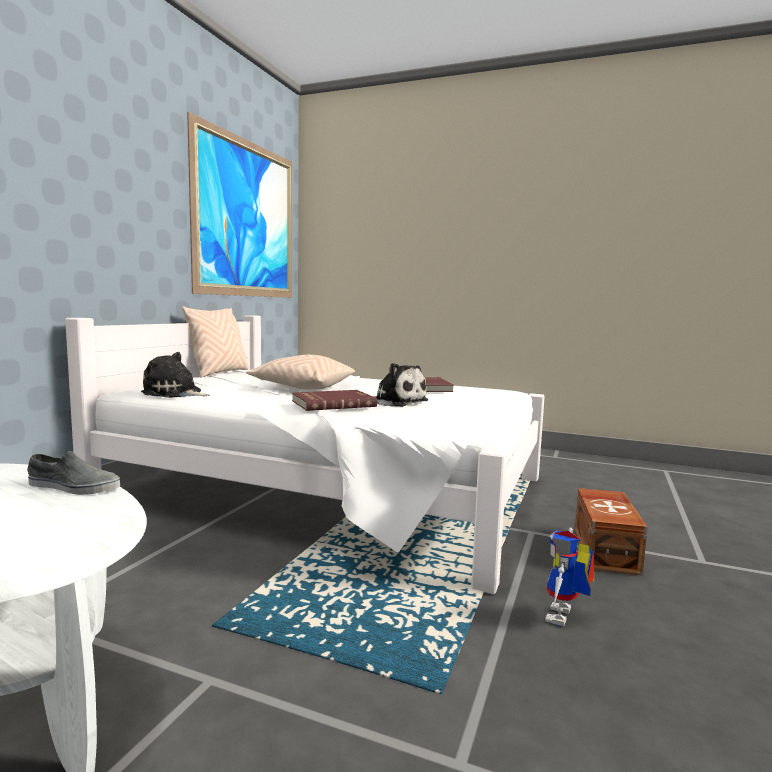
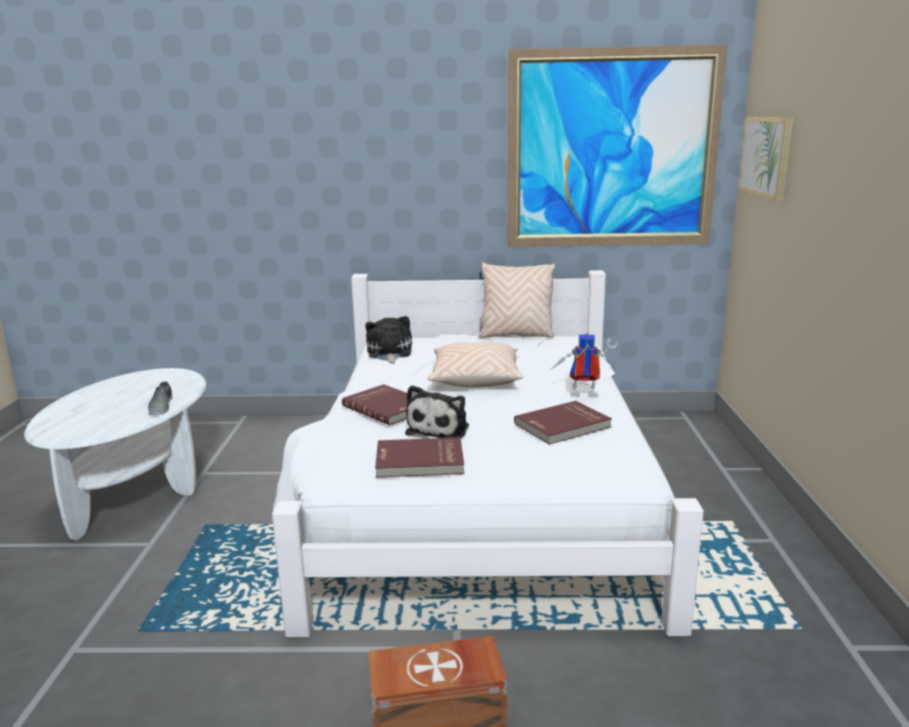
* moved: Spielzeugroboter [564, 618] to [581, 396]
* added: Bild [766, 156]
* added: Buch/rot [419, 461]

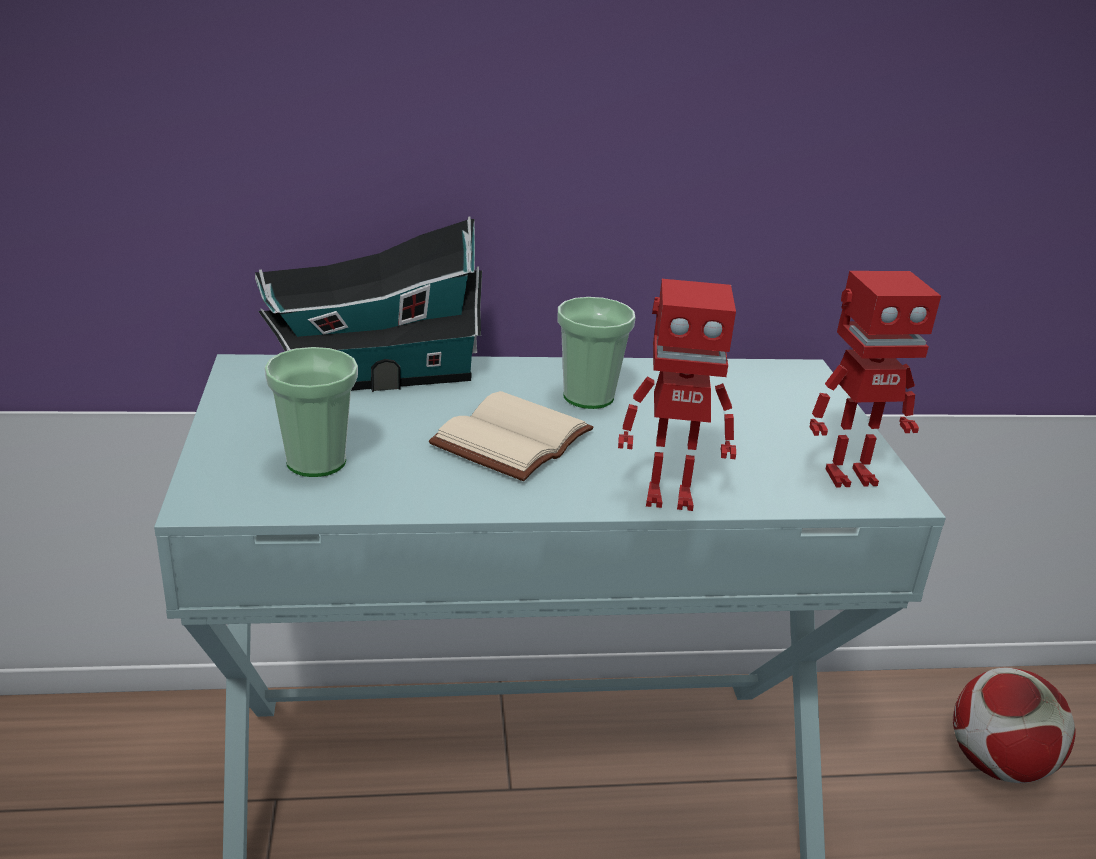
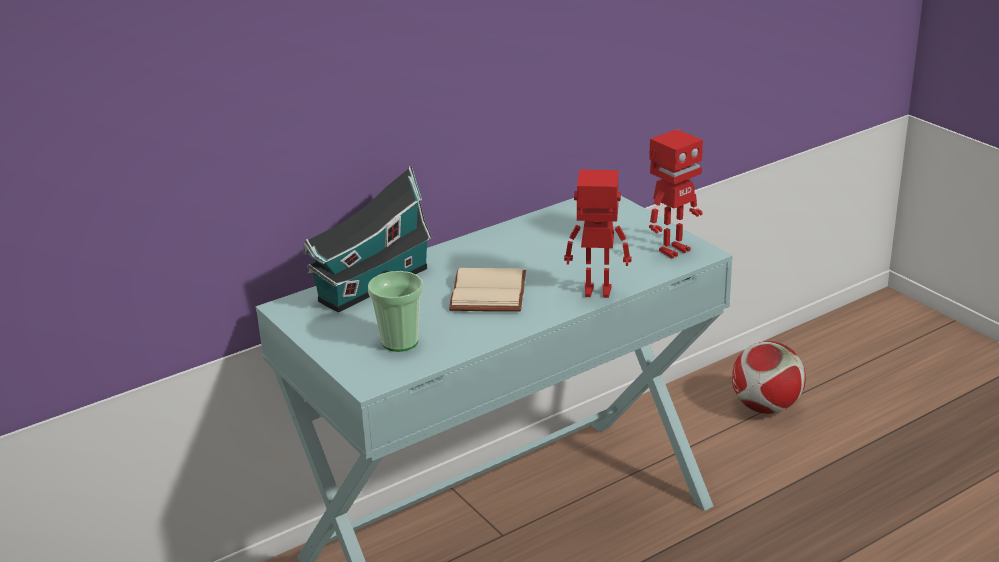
* turned: Spielzeugroboter [668, 497] = [597, 293] 150 degrees counterclockwise
* removed: Tasse [588, 397]

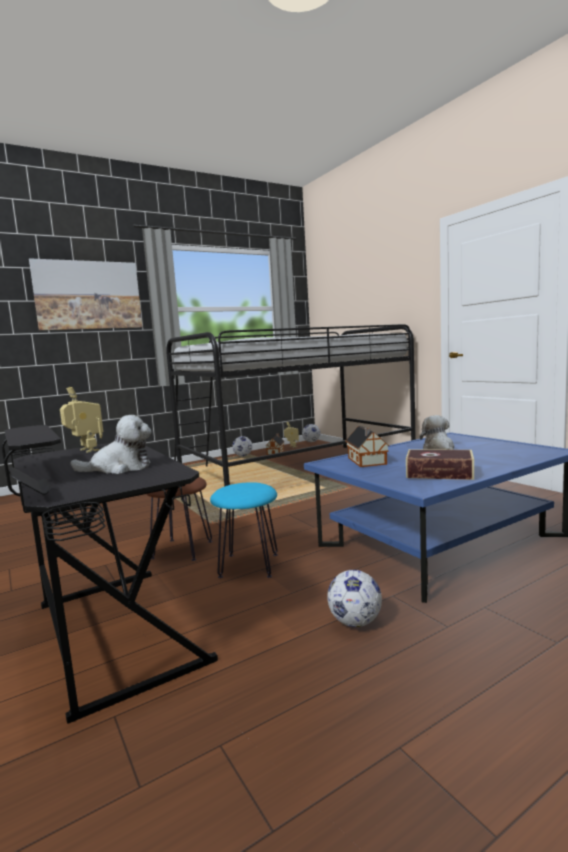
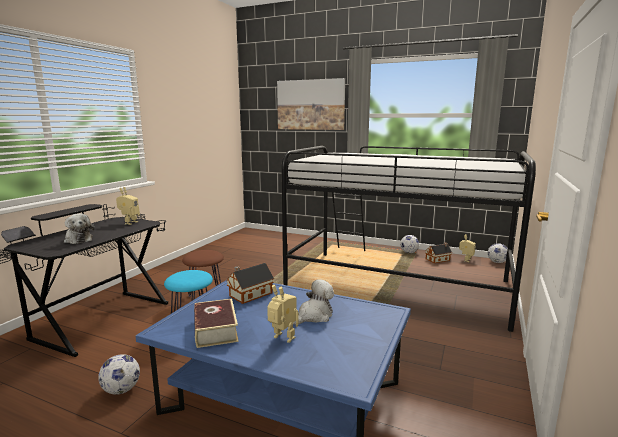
* added: Spielzeugroboter [282, 339]

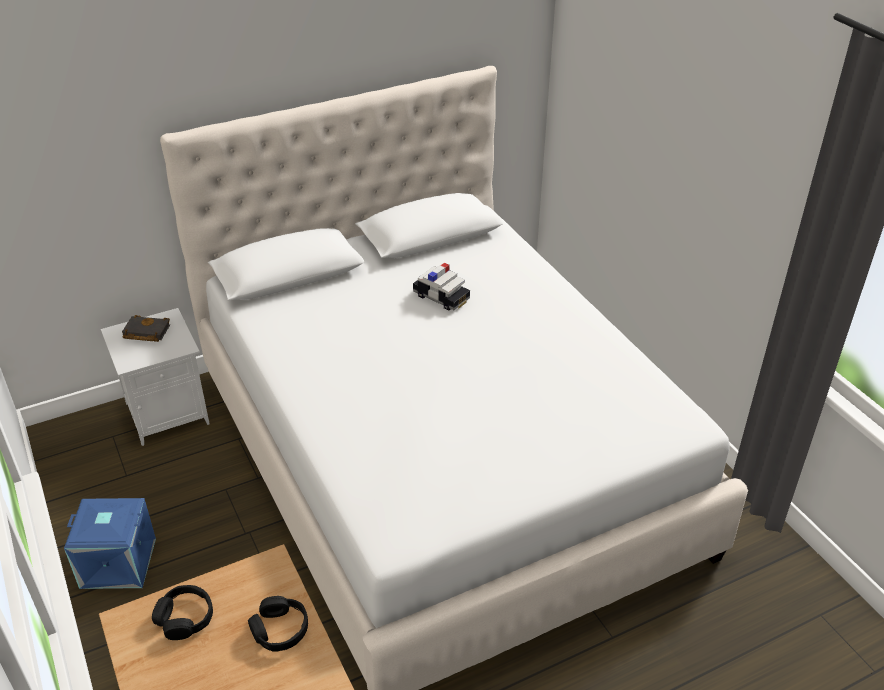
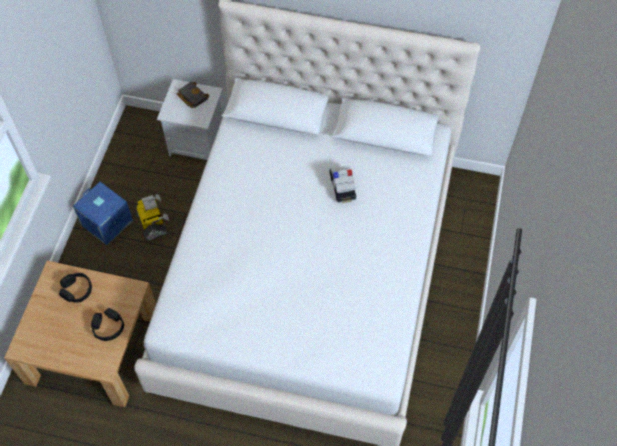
* added: Spielzeugroboter [153, 223]

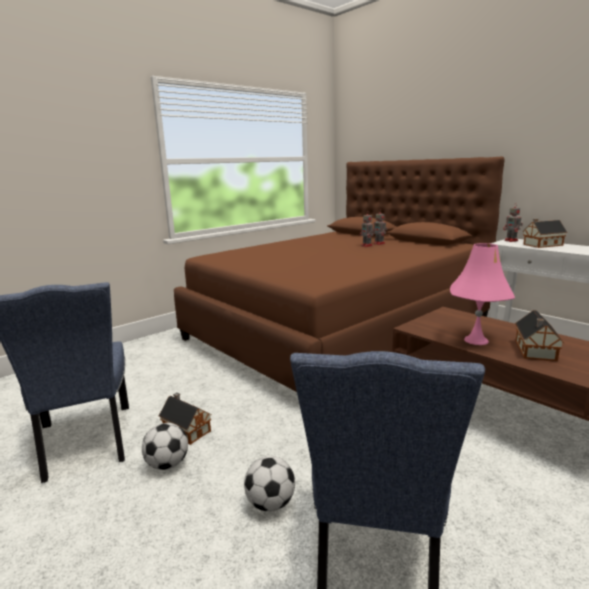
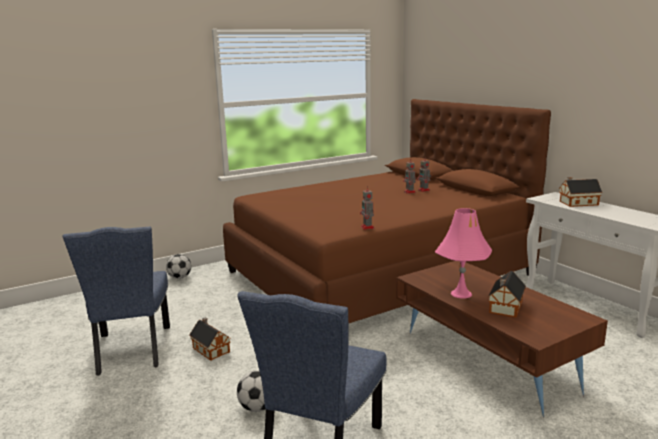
* moved: Spielzeugroboter [511, 240] to [367, 228]
* moved: Fußball [167, 464] to [180, 277]

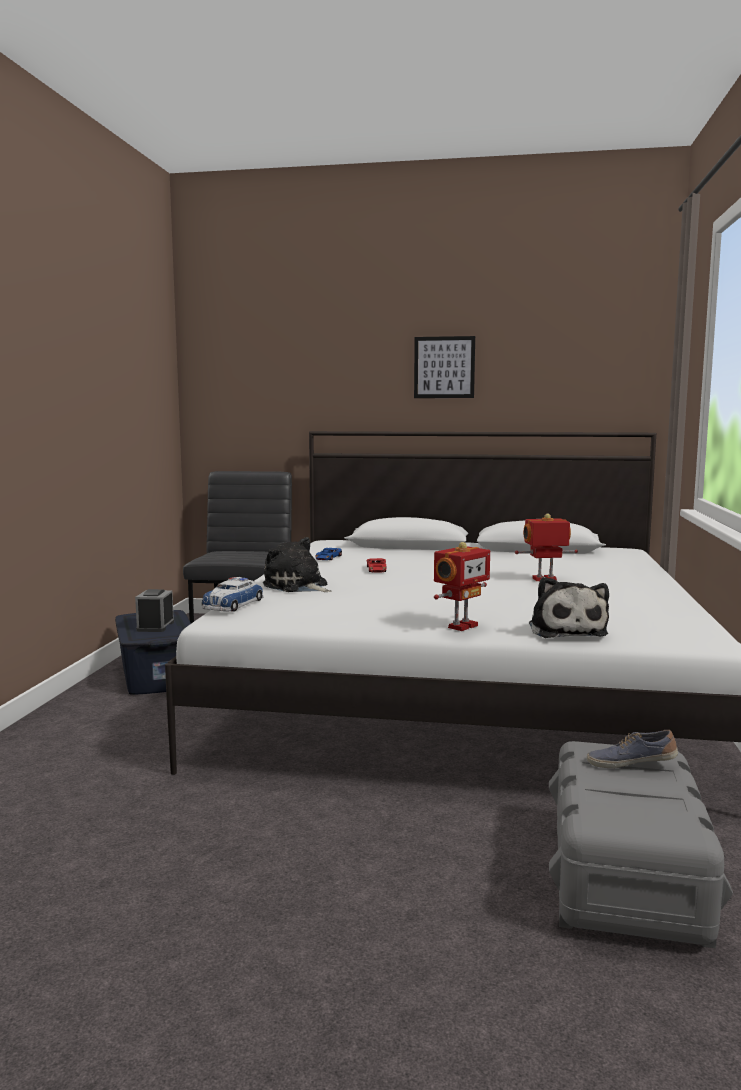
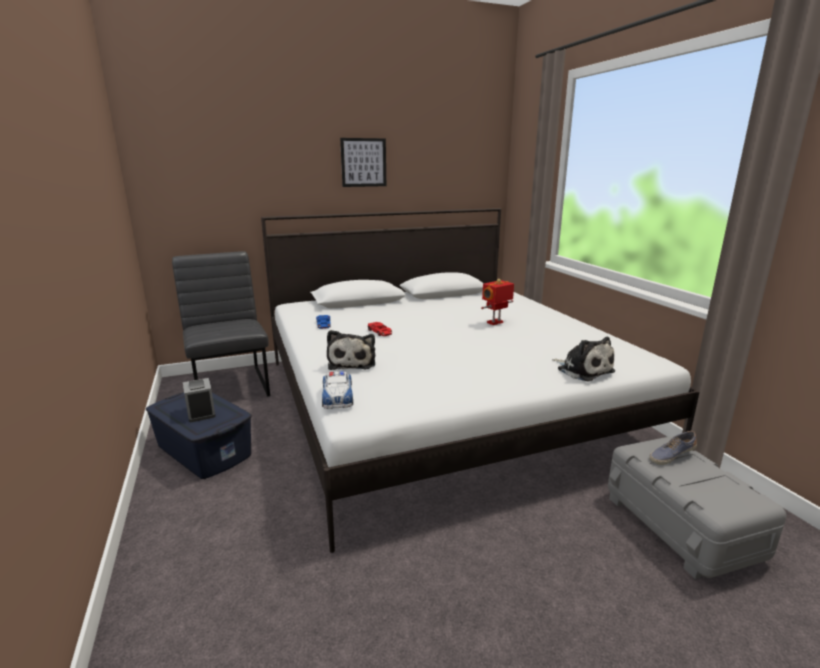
* turned: Plüschtier [297, 586] = [352, 362] 105 degrees counterclockwise
* removed: Spielzeugroboter [461, 626]

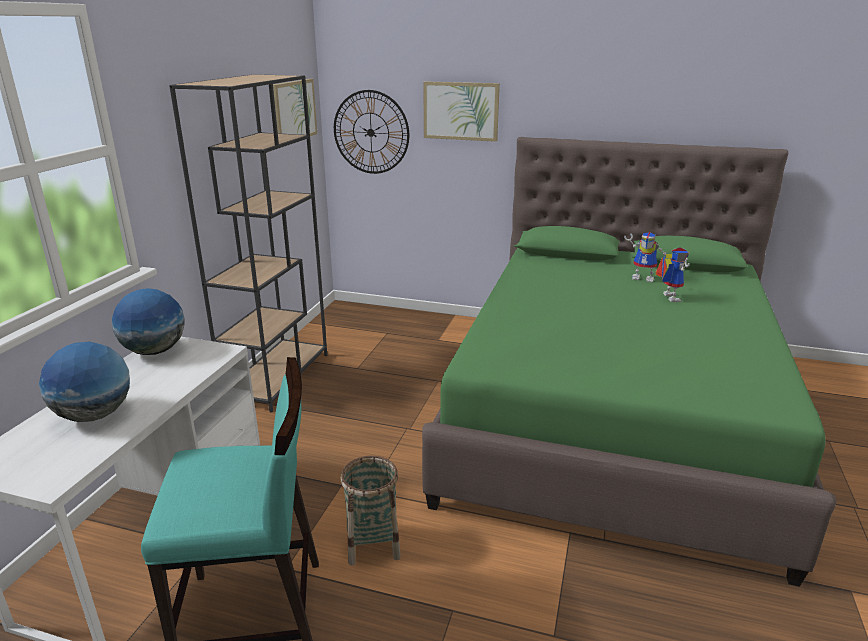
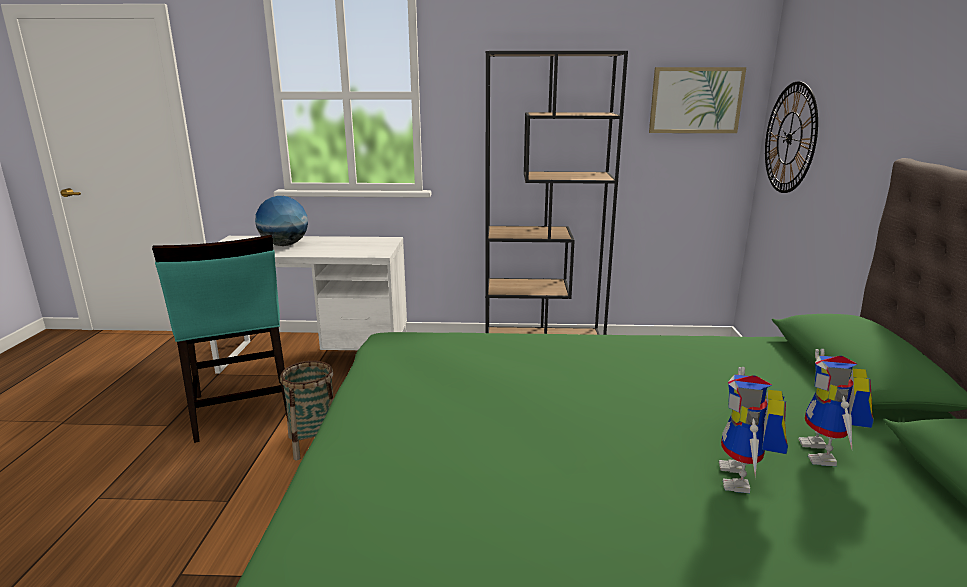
* removed: Bild [461, 111]
* turned: Spielzeugroboter [667, 297] = [743, 481] 120 degrees clockwise
* removed: Globus [155, 351]

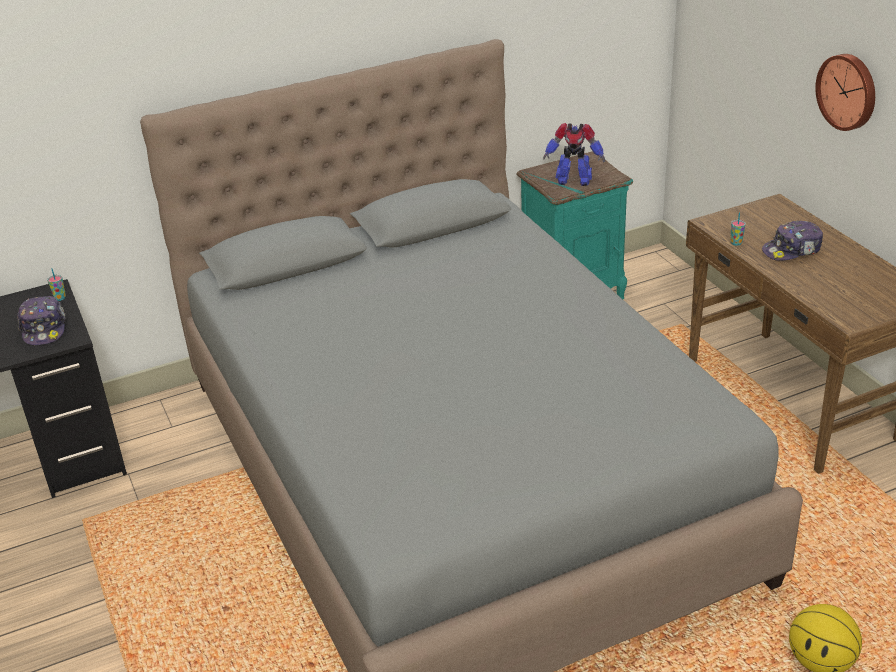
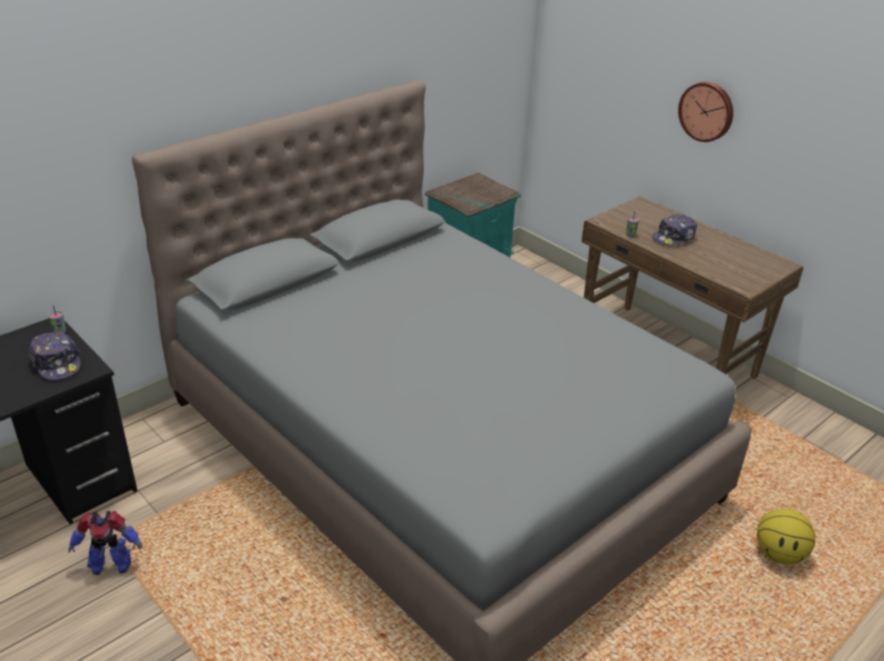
* moved: Spielzeugroboter [573, 180] to [111, 564]

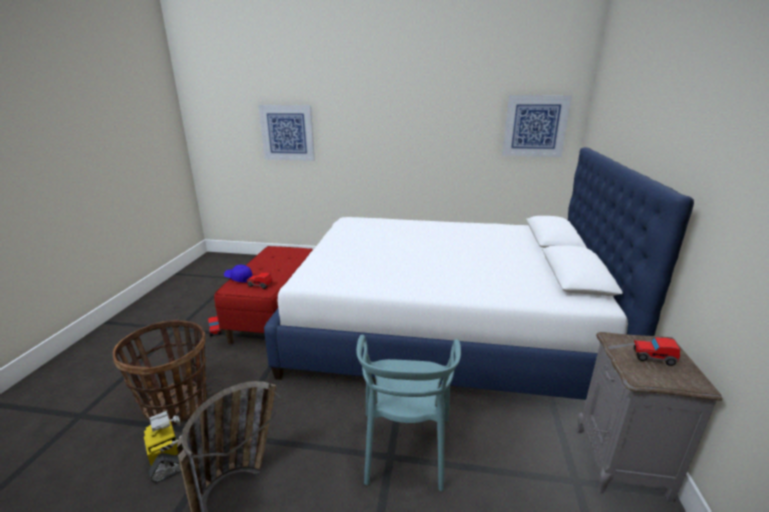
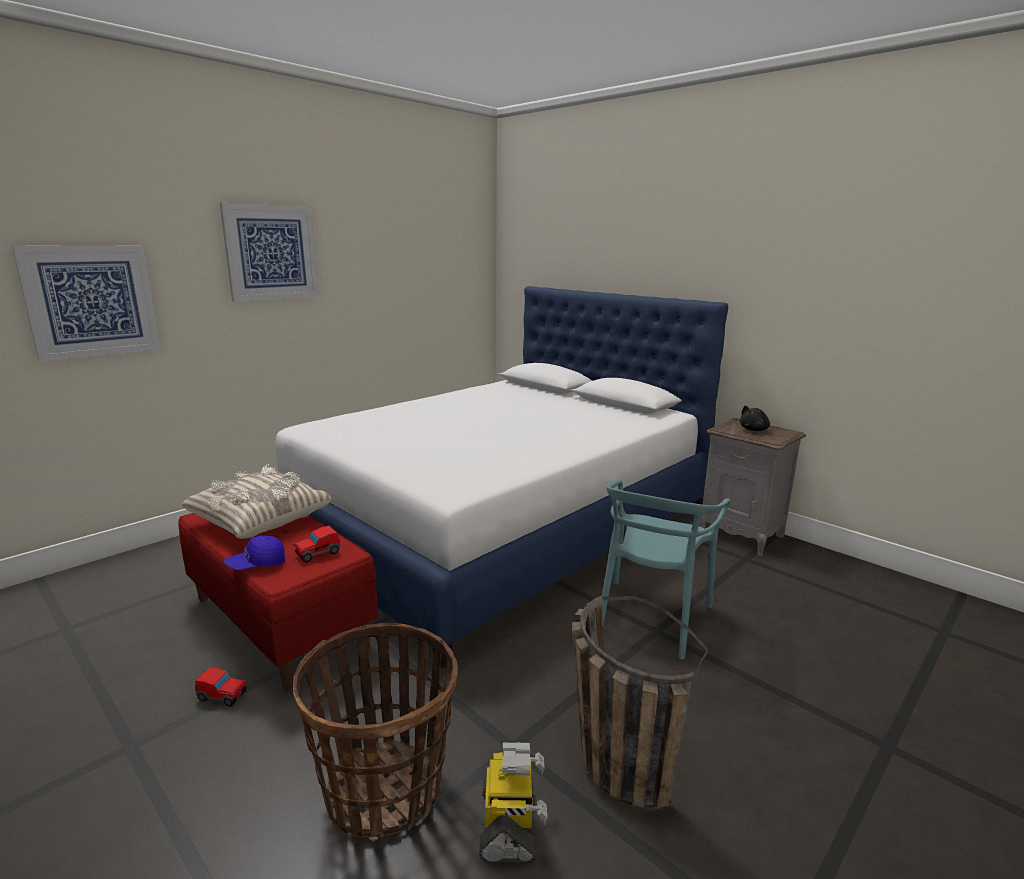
* moved: Bild [535, 126] to [271, 252]
* turned: Stuhl/türkis [405, 447] = [651, 617] 75 degrees clockwise
* replaced: Spielzeugauto [653, 358] to Plüschtier/schwarz [754, 430]
* turned: Spielzeugroboter [167, 459] = [509, 825] 90 degrees clockwise
* added: Kissen/beige [260, 522]

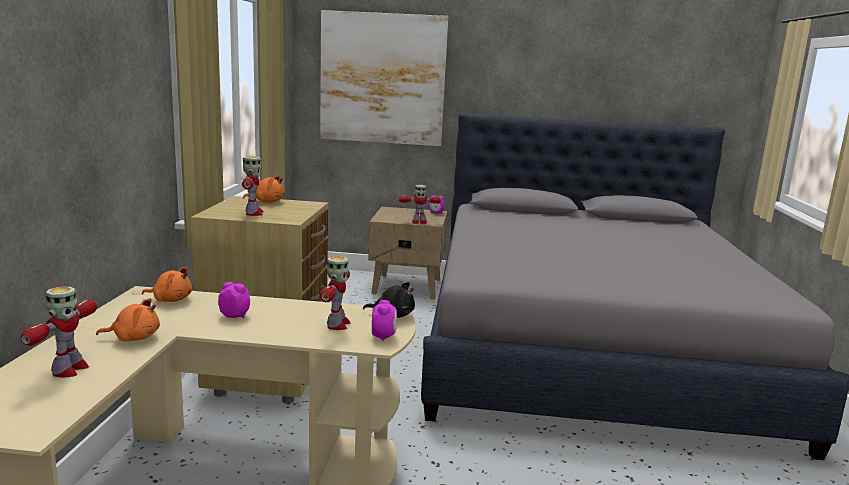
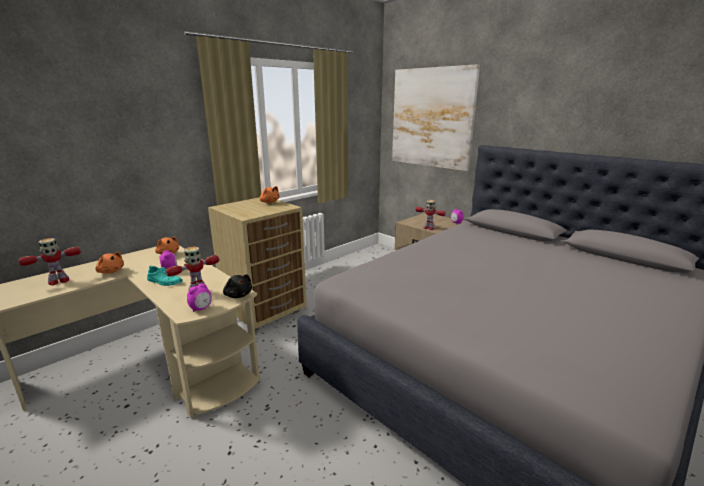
* removed: Spielzeugroboter [253, 213]
* added: Schuh/türkis [164, 281]

